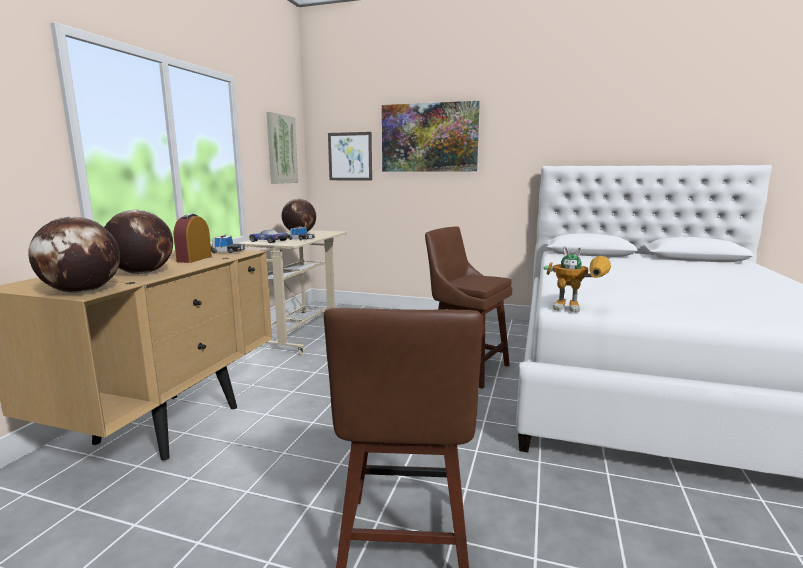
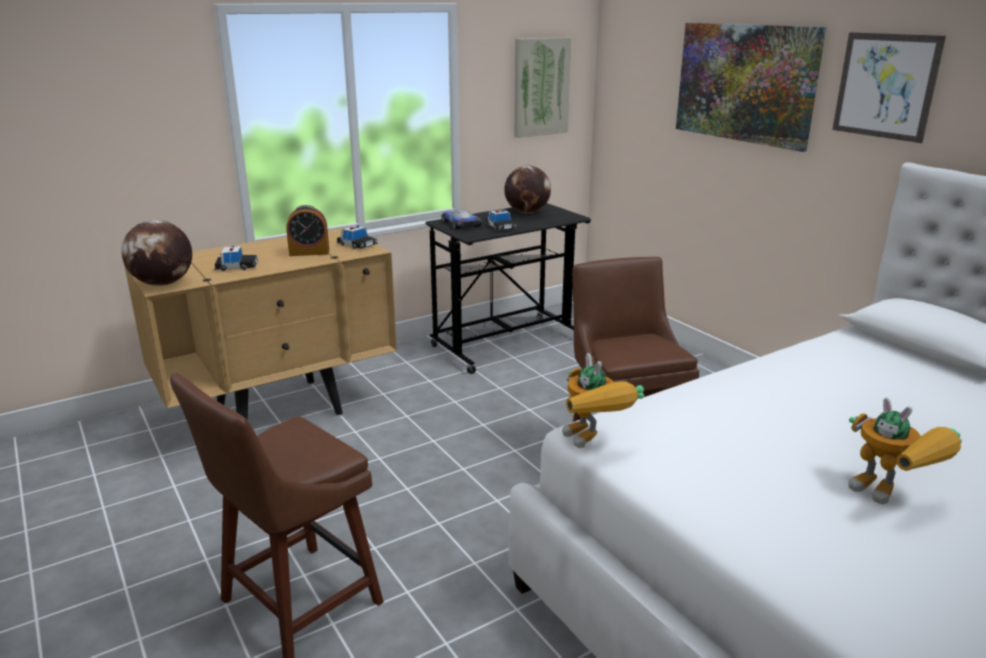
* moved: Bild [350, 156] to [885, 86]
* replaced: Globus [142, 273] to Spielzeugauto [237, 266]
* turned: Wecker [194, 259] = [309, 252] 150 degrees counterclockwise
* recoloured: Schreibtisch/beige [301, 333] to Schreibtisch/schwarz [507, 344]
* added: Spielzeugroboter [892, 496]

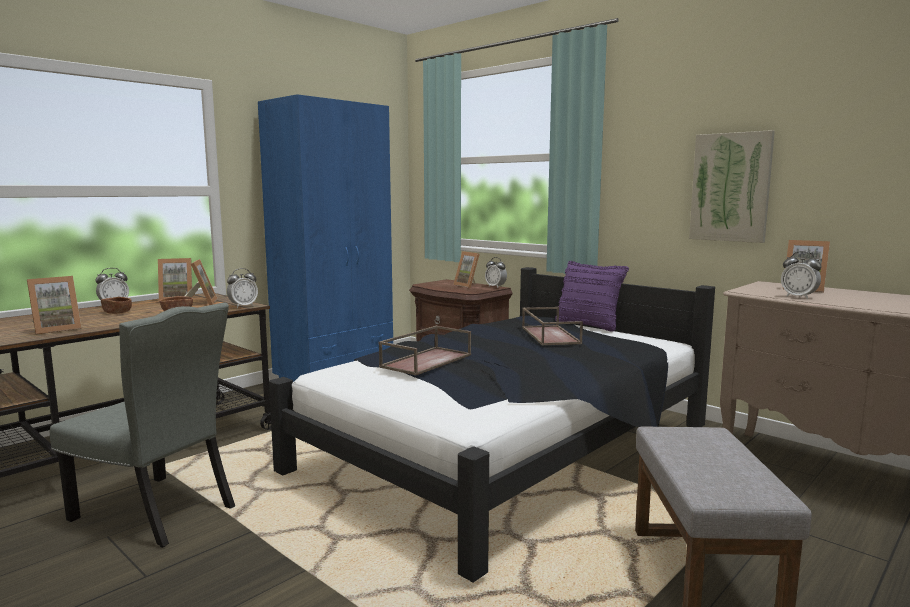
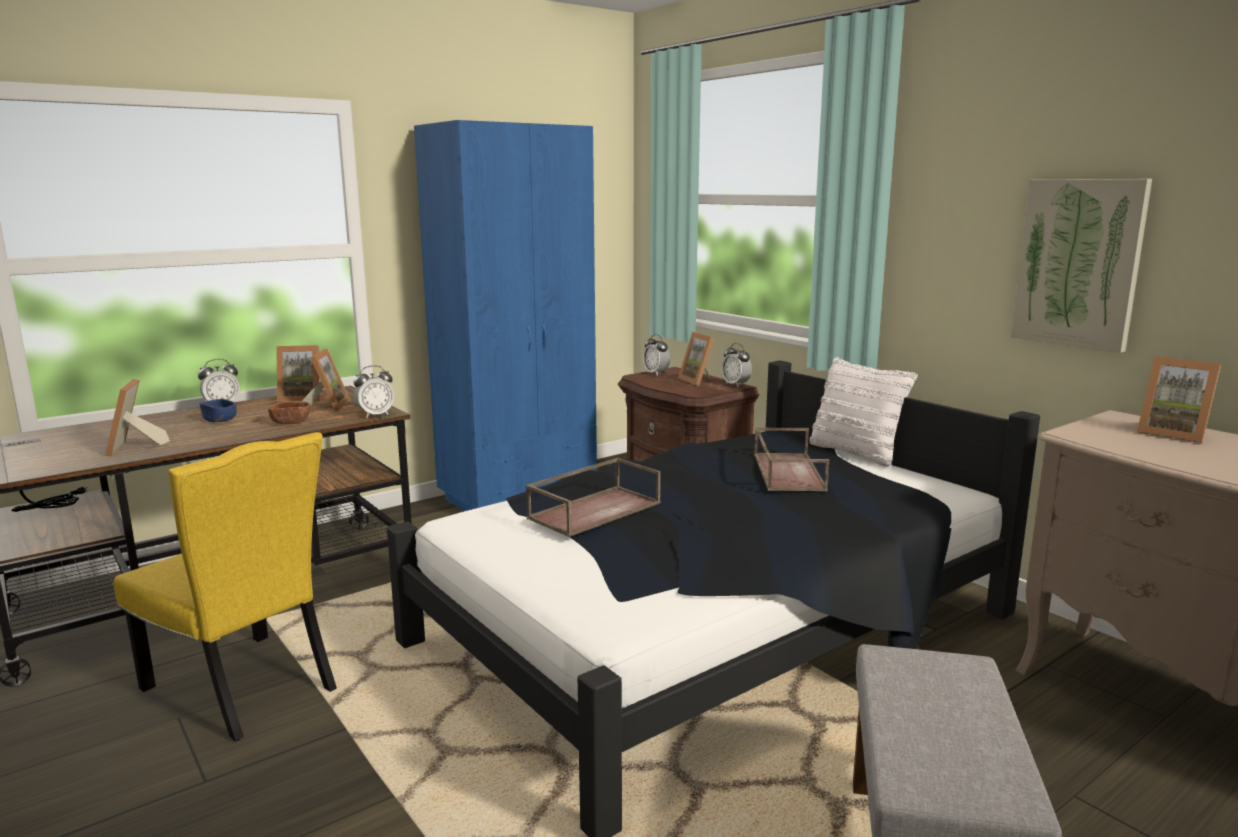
* moved: Wecker [798, 297] to [656, 373]
* recoloured: Kissen/lila [589, 326] to Kissen/weiß [857, 454]
* turned: Bilderrahmen [56, 329] = [135, 448] 105 degrees clockwise
* recoloured: Schüssel/braun [117, 312] to Schüssel/blau [219, 420]
* recoloured: Stuhl/grau [154, 510] to Stuhl/gelb [242, 685]

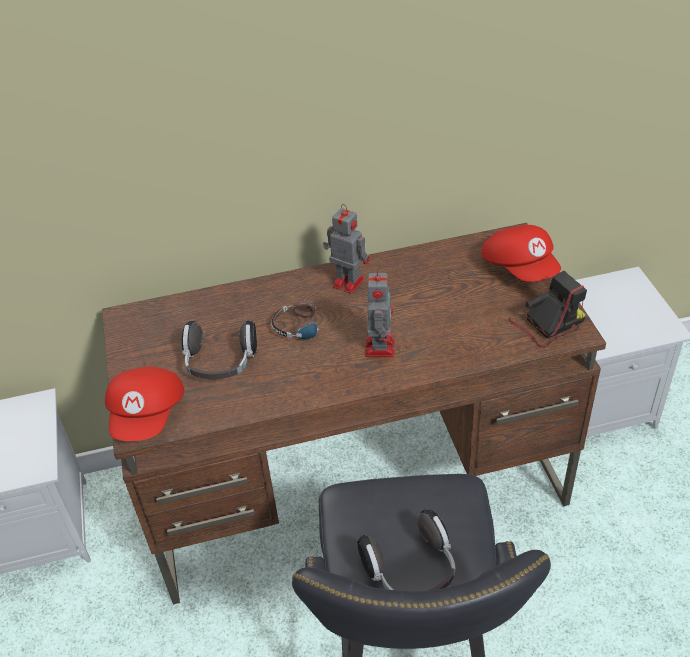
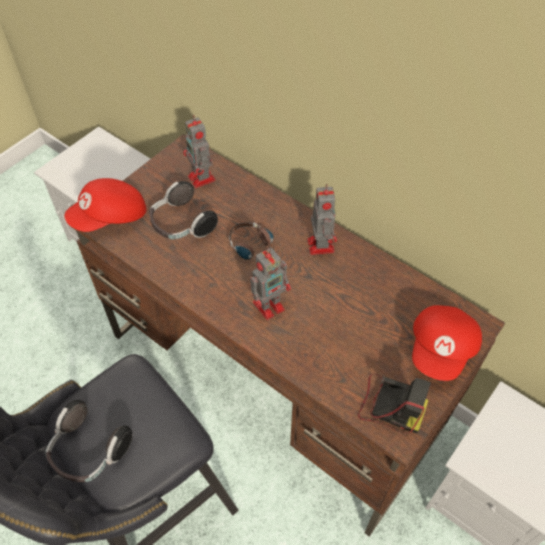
* added: Spielzeugroboter [202, 179]

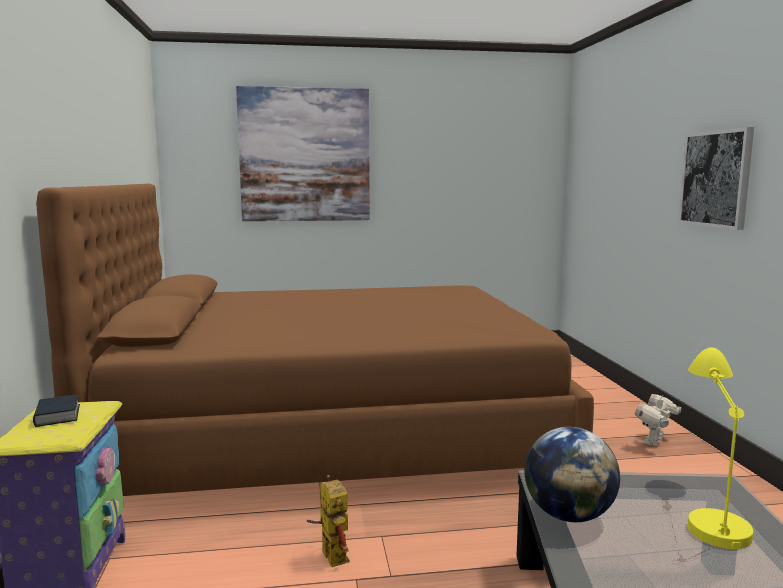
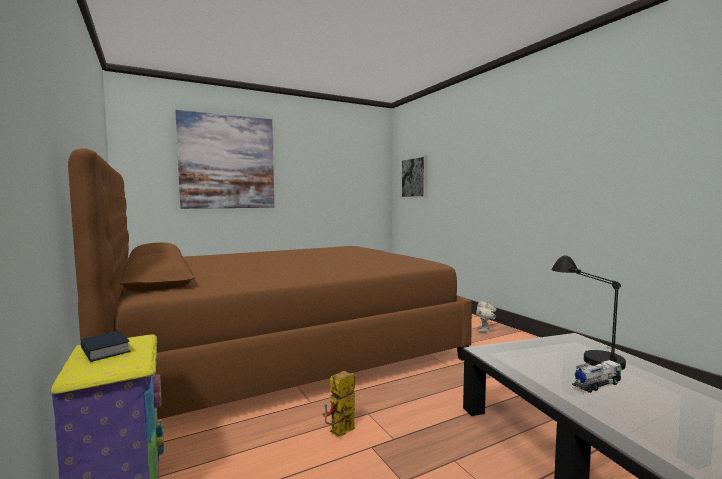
* moved: Bild [716, 179] to [414, 177]
* recoloured: Tischlampe/gelb [710, 506] to Tischlampe/schwarz [584, 350]
* removed: Globus [568, 515]
* turned: Spielzeugroboter [330, 554] = [340, 433] 90 degrees counterclockwise
* added: Spielzeuglaster [596, 385]

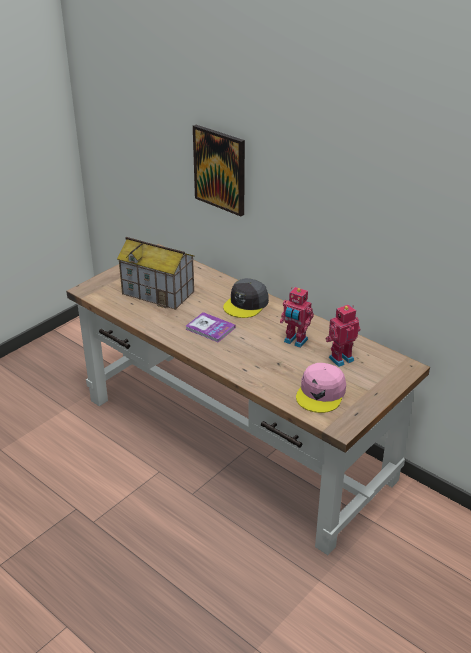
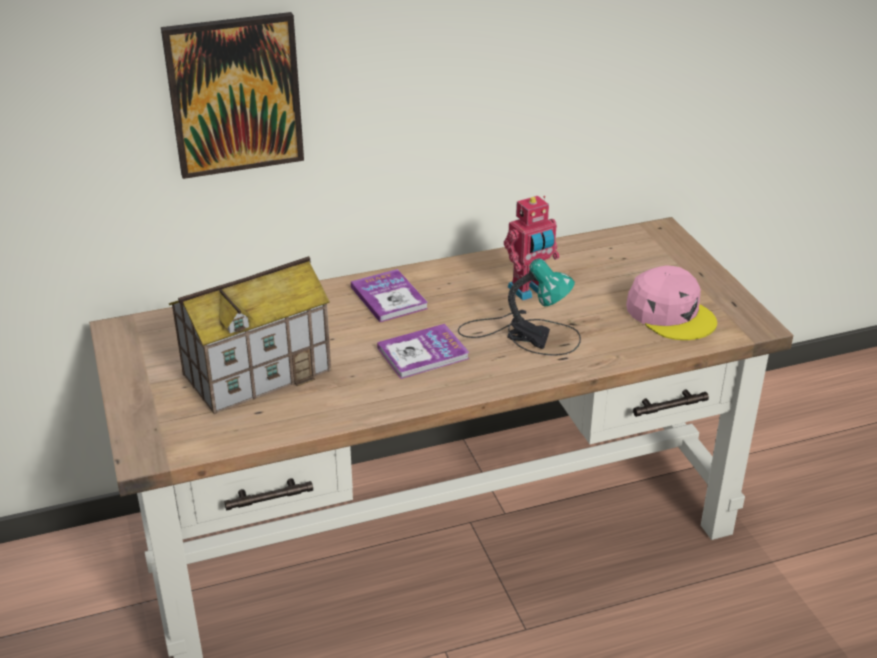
* replaced: Kappe/grau [246, 304] to Buch [389, 298]
* removed: Spielzeugroboter [340, 358]
* added: Tischlampe [524, 334]

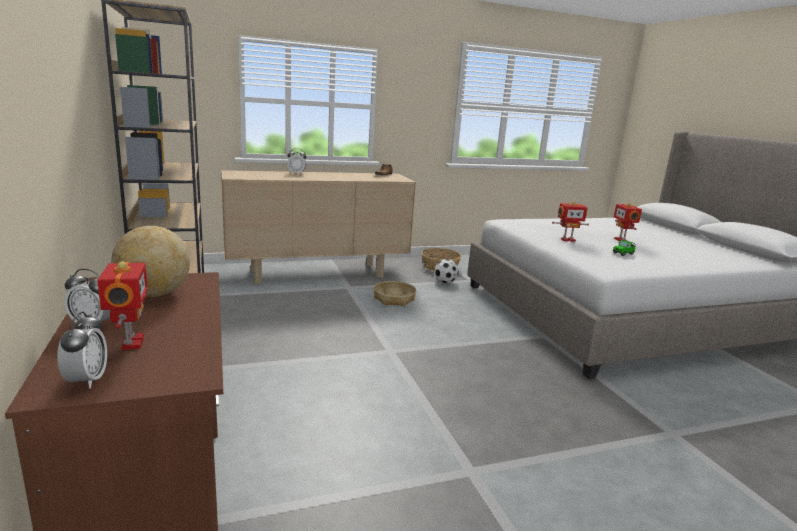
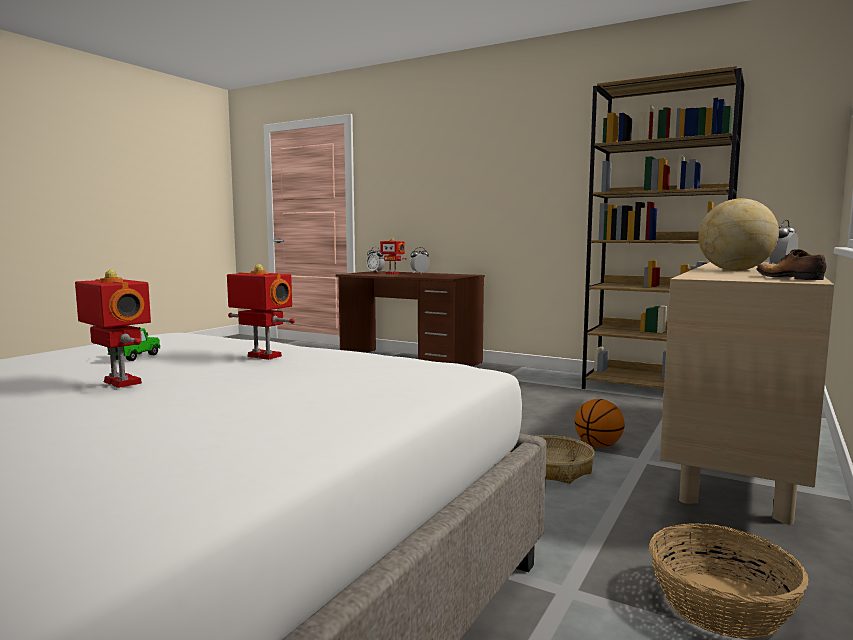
* turned: Spielzeugroboter [567, 240] = [262, 356] 75 degrees clockwise
* moved: Globus [154, 294] to [734, 270]
* removed: Fußball [445, 282]
* added: Basketball [598, 446]

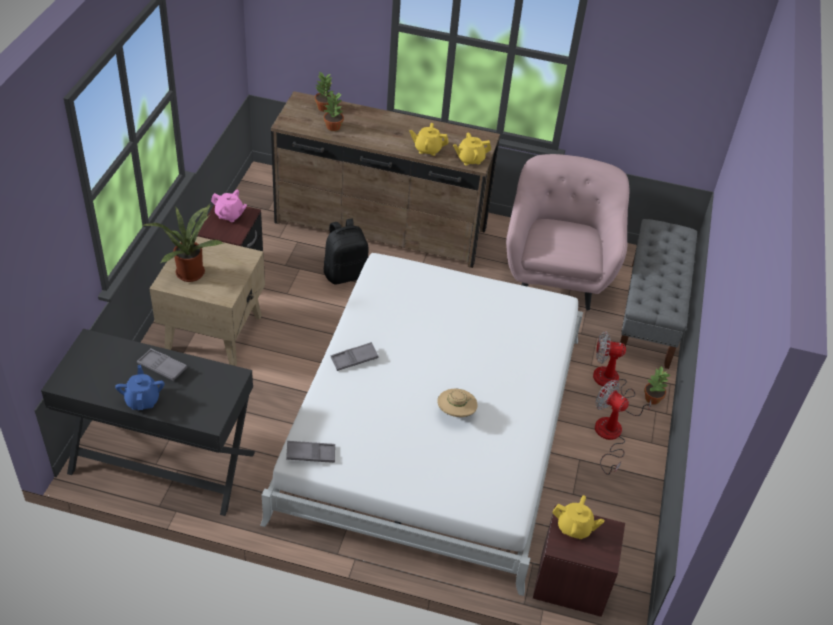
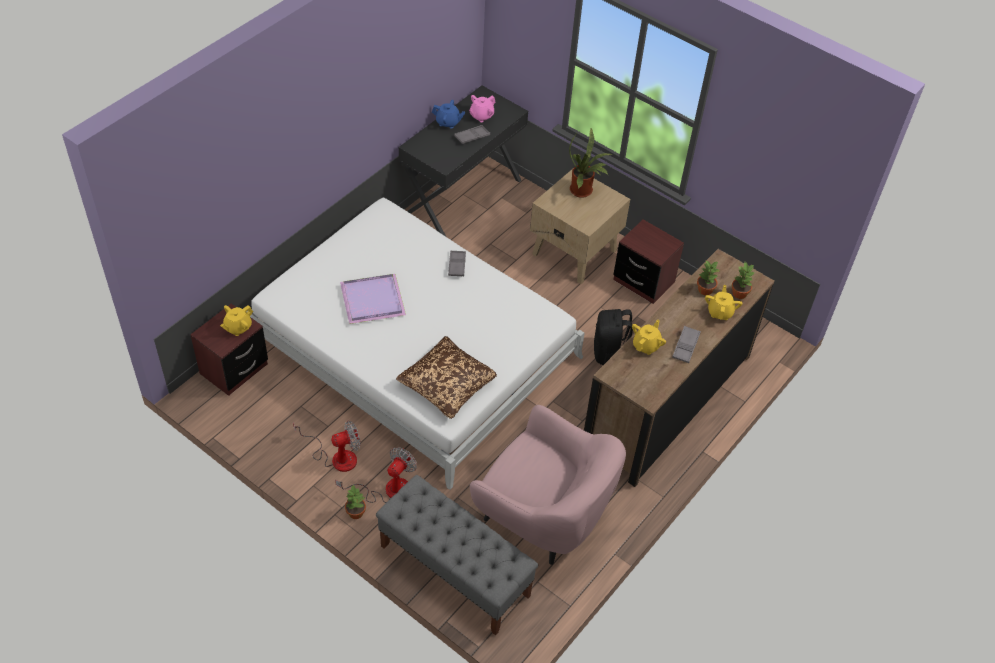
* moved: Teekanne/gelb [470, 159] to [720, 312]
* moved: Teekanne/rosa [229, 215] to [481, 116]
* replaced: Hut/beige [456, 412] to Tablett/lila [371, 301]
* moved: Tablett/grau [310, 454] to [685, 346]
* added: Kissen/braun [447, 383]

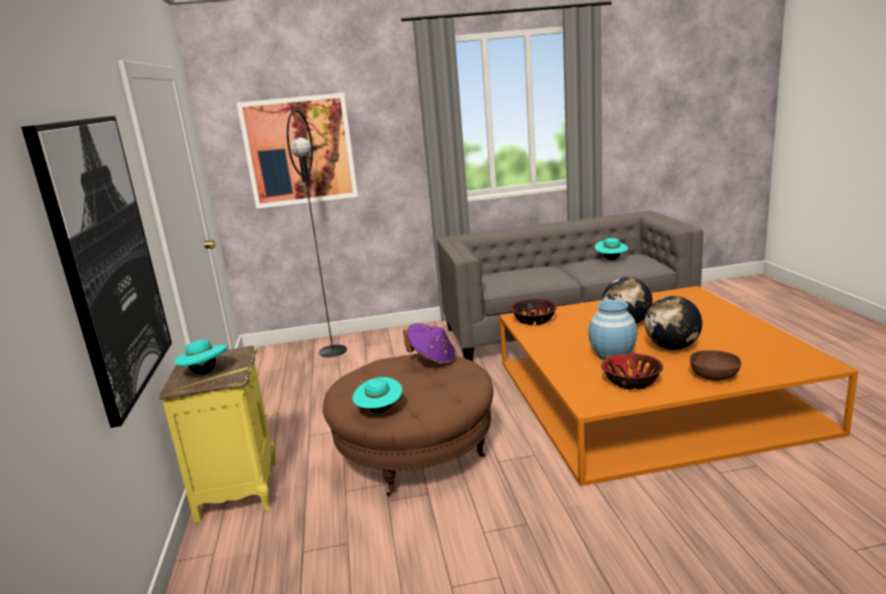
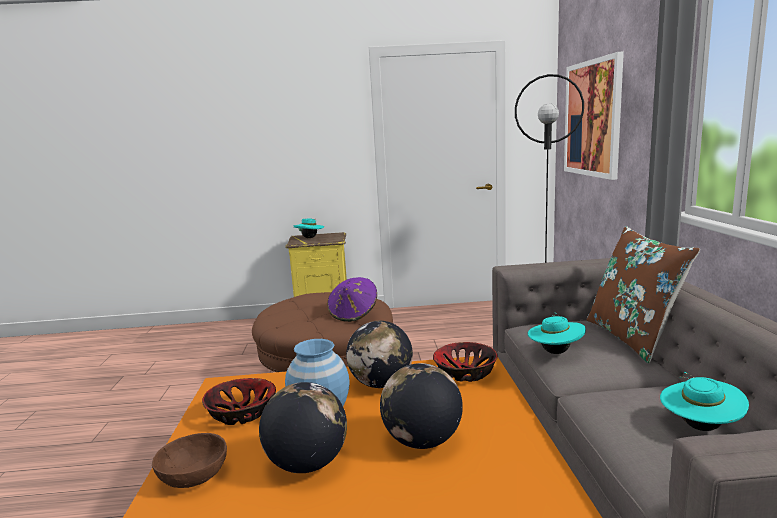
* removed: Bild [107, 259]
* moved: Hut/türkis [379, 410] to [555, 352]
* added: Kissen/braun [633, 338]
* added: Globus [381, 384]

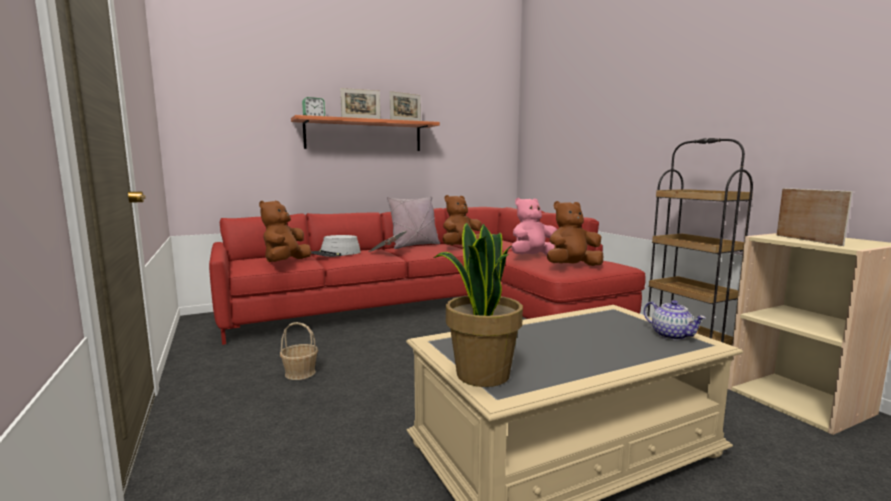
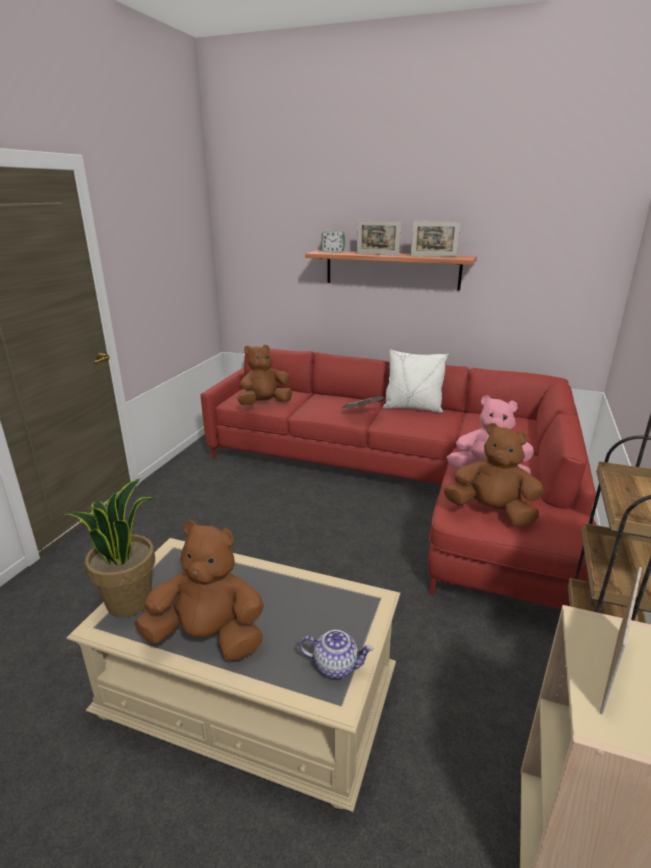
* moved: Plüschtier/braun [461, 247] to [208, 638]
* recoloured: Kissen/lila [414, 246] to Kissen/weiß [412, 408]
* removed: Hut/grau [336, 253]
* turned: Teekanne [672, 335] = [336, 665] 90 degrees counterclockwise
* removed: Korb [300, 373]

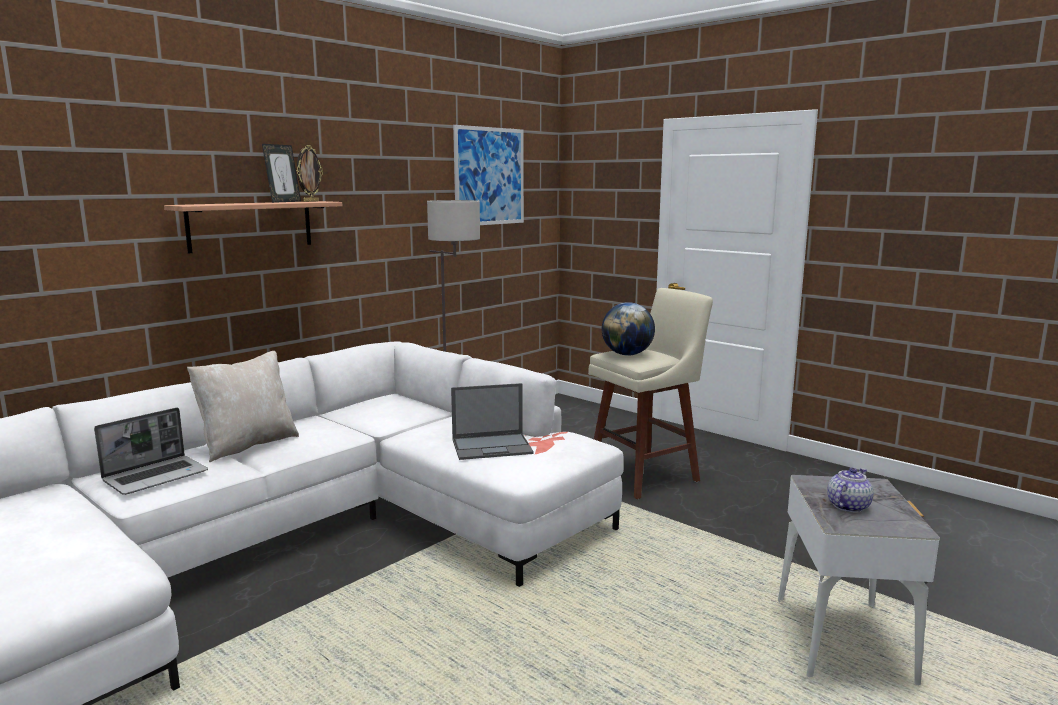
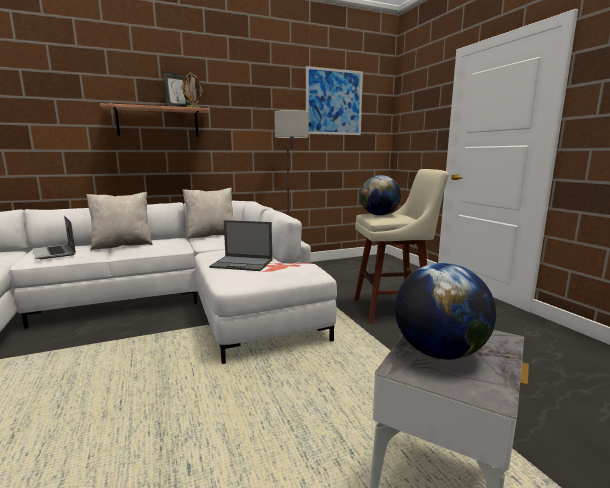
* turned: Laptop [156, 476] = [55, 253] 75 degrees clockwise
* replaced: Teekanne [847, 506] to Globus [439, 353]
* added: Kissen/beige [211, 235]

